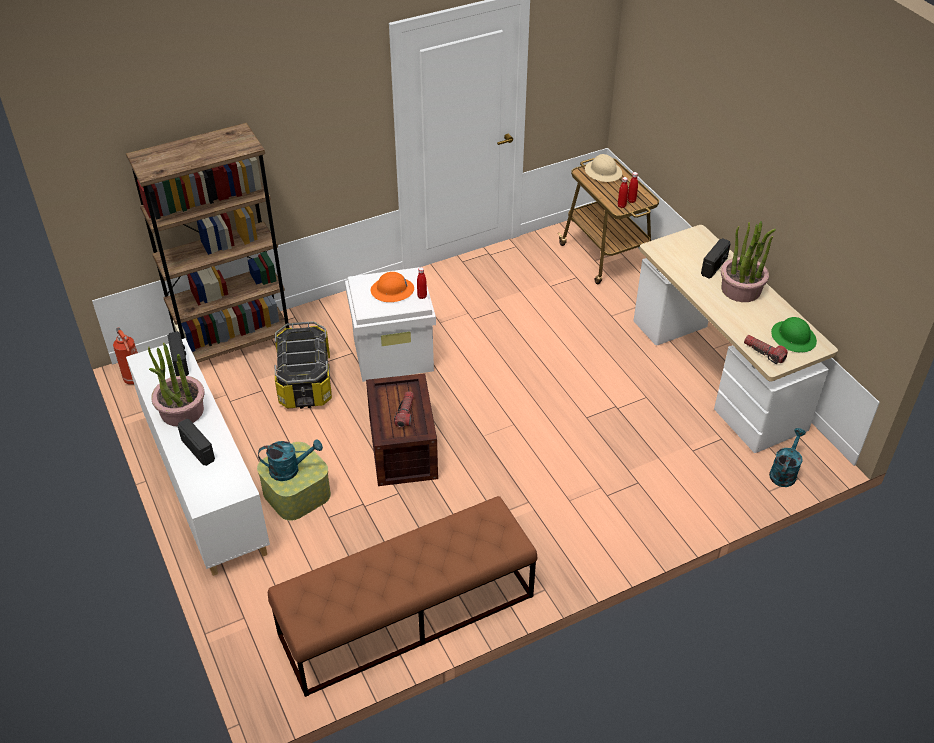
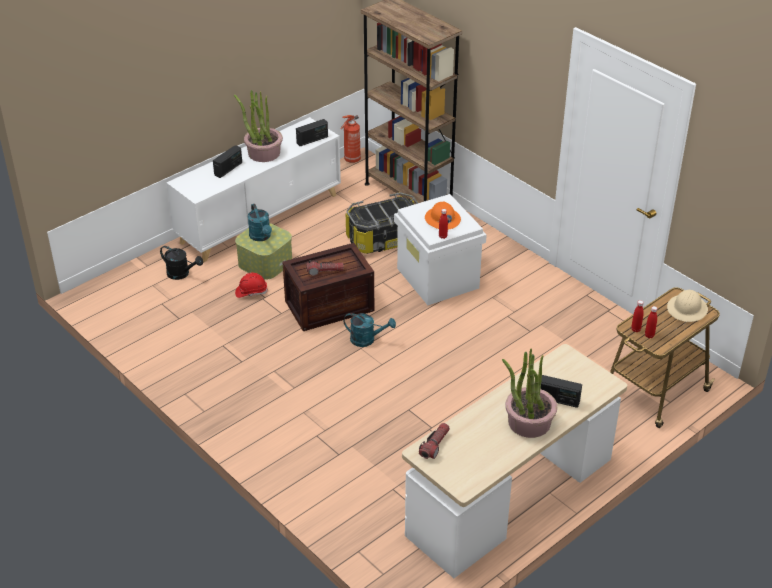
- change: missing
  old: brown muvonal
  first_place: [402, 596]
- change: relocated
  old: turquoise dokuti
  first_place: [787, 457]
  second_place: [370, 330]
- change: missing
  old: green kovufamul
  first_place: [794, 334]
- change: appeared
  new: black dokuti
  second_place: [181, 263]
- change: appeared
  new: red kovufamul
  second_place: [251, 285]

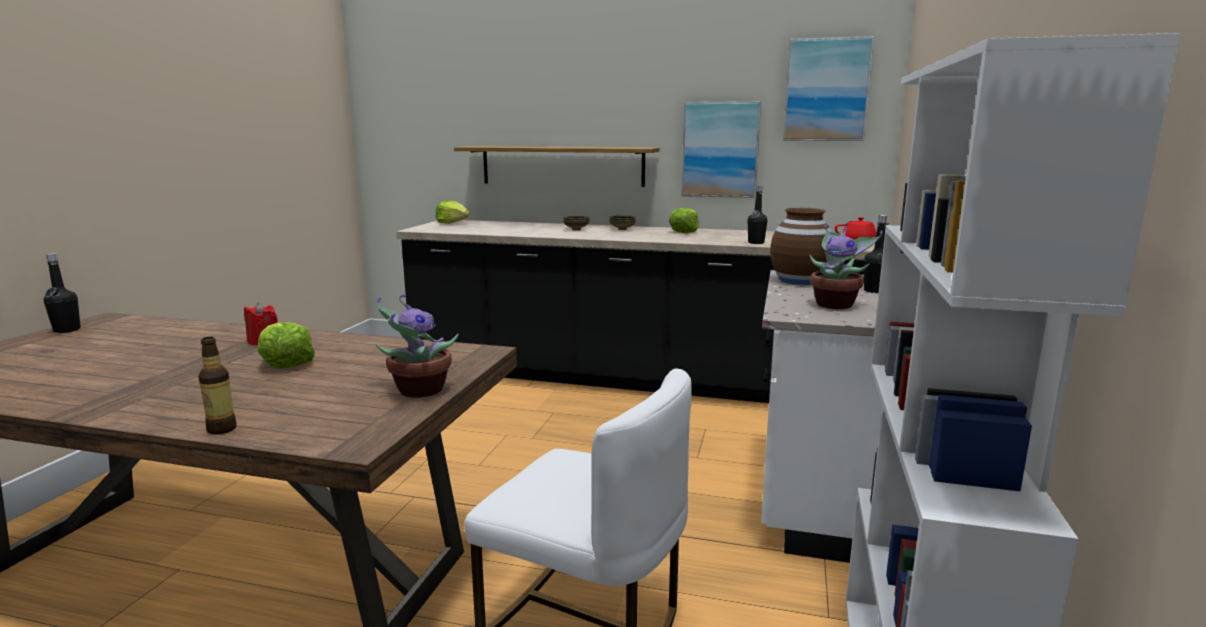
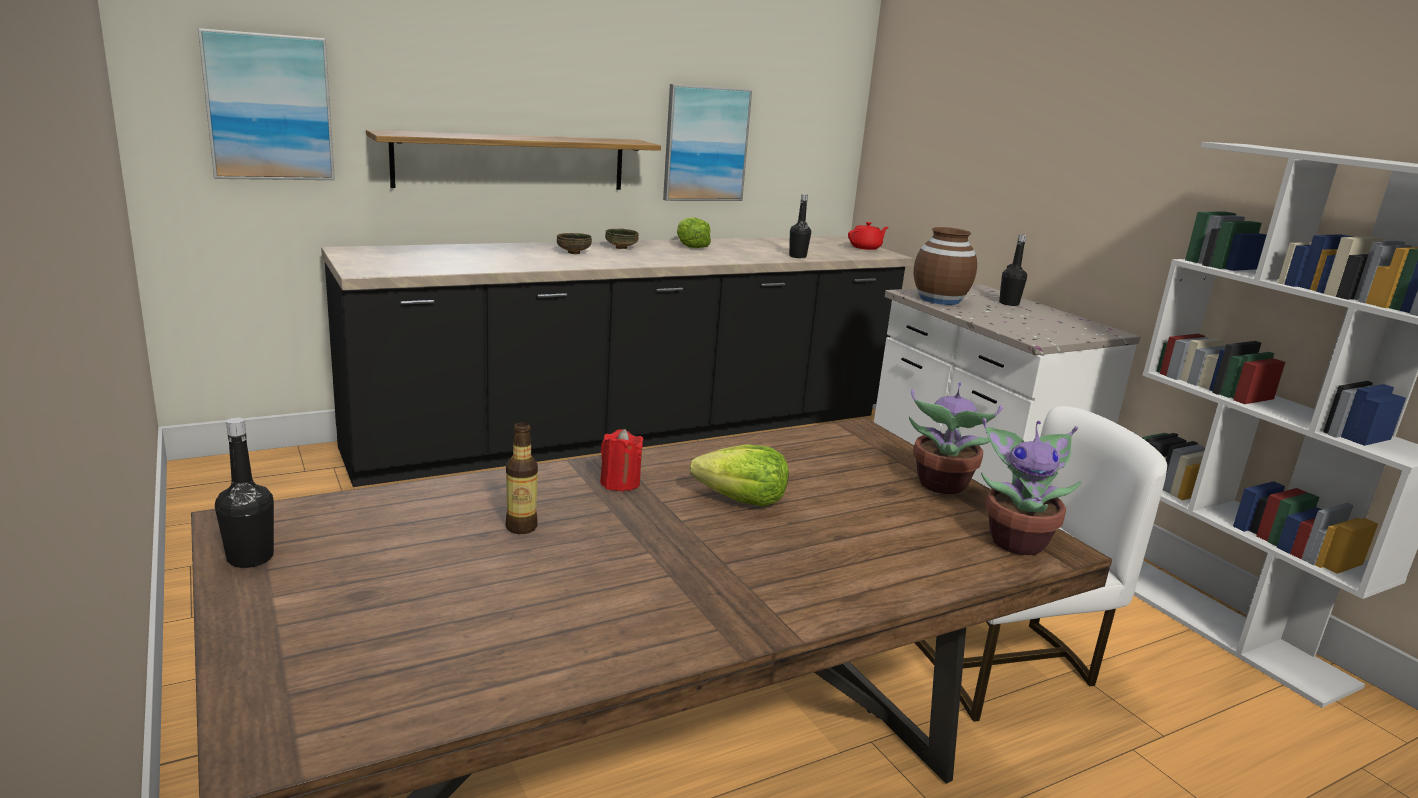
- change: relocated
  old: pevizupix
  first_place: [217, 386]
  second_place: [522, 478]
- change: missing
  old: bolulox
  first_place: [452, 212]
- change: relocated
  old: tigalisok
  first_place: [828, 88]
  second_place: [266, 104]
- change: relocated
  old: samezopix
  first_place: [846, 266]
  second_place: [1031, 486]

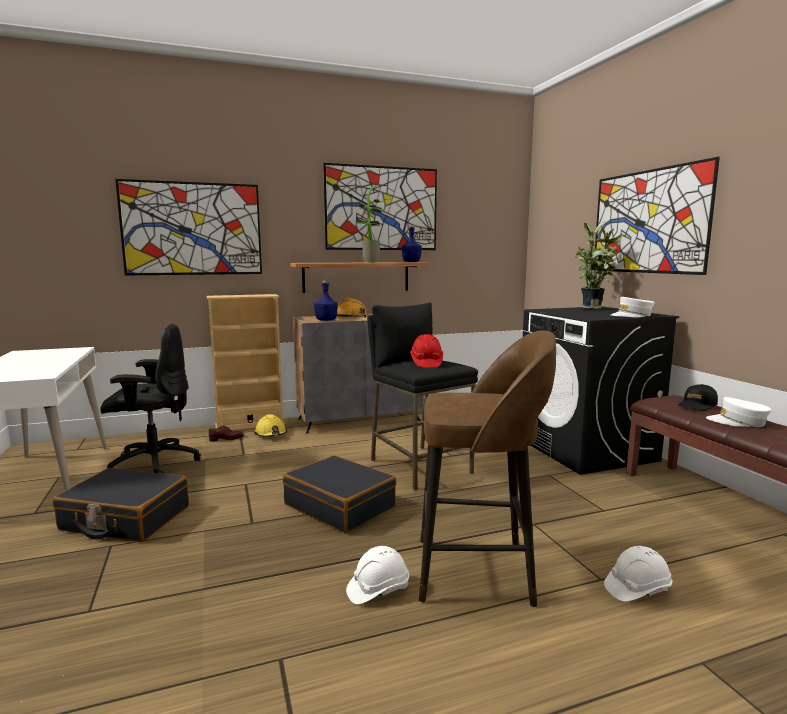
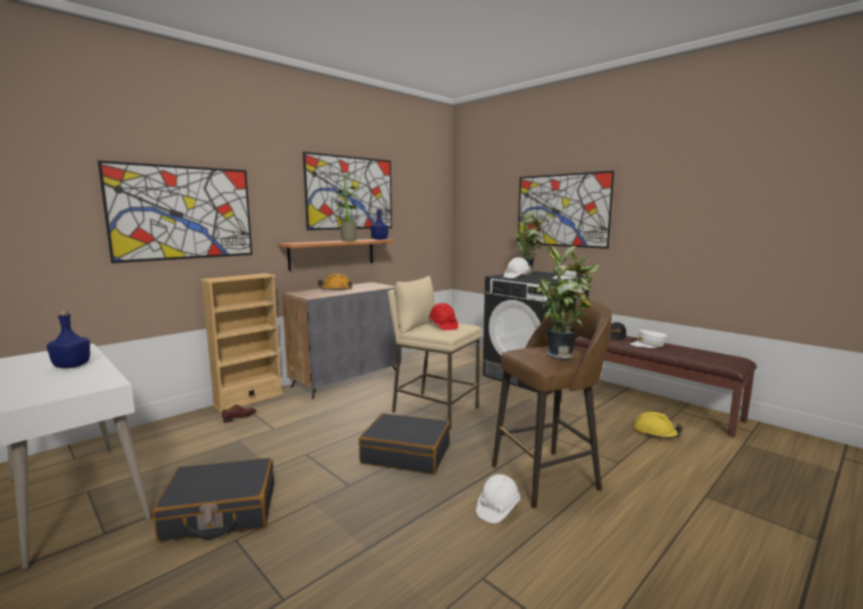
- change: missing
  old: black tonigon
  first_place: [150, 399]
- change: relocated
  old: yellow kovufamul
  first_place: [270, 425]
  second_place: [658, 425]
- change: relocated
  old: blue pevizupix
  first_place: [326, 300]
  second_place: [68, 339]
- change: colour
  old: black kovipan
  new: beige kovipan
  first_place: [422, 396]
  second_place: [435, 353]
- change: relocated
  old: white kovufamul
  first_place: [638, 573]
  second_place: [517, 267]
- change: appeared
  new: samezopix
  second_place: [568, 302]

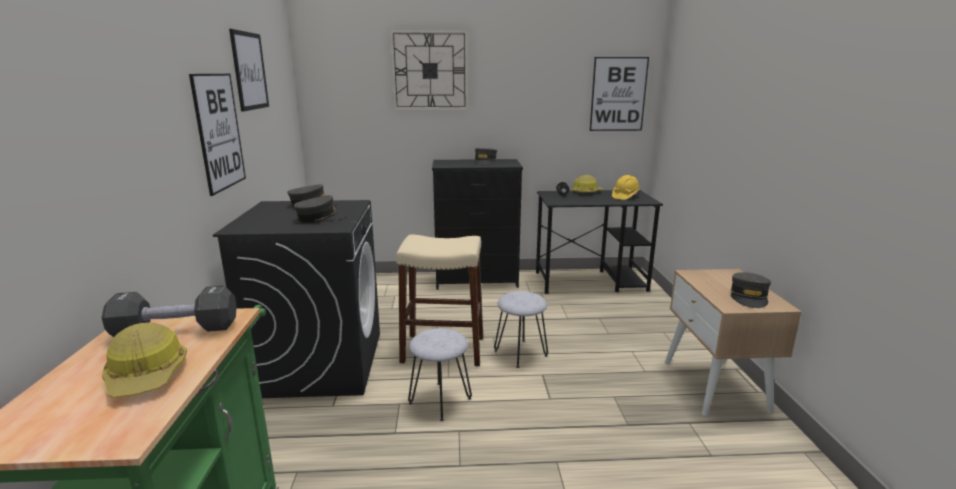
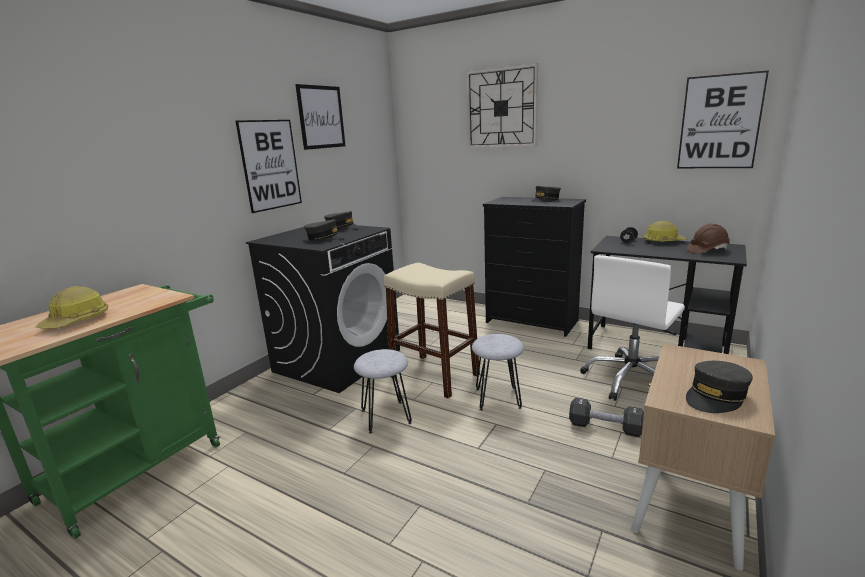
- change: relocated
  old: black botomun
  first_place: [169, 311]
  second_place: [606, 417]
- change: colour
  old: yellow kovufamul
  new: brown kovufamul
  first_place: [626, 187]
  second_place: [708, 239]
- change: appeared
  new: white tonigon
  second_place: [633, 328]

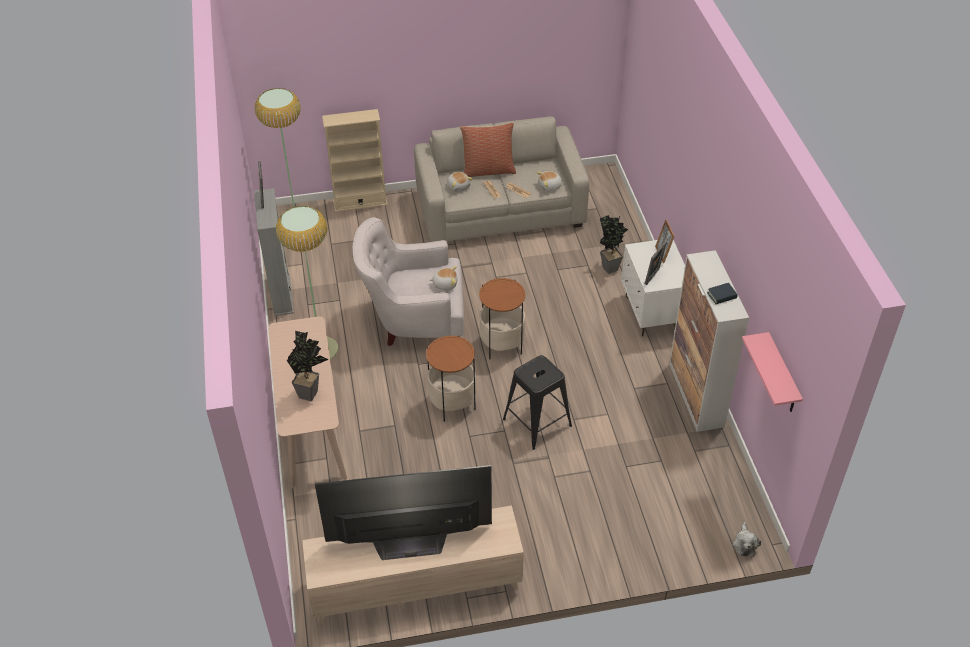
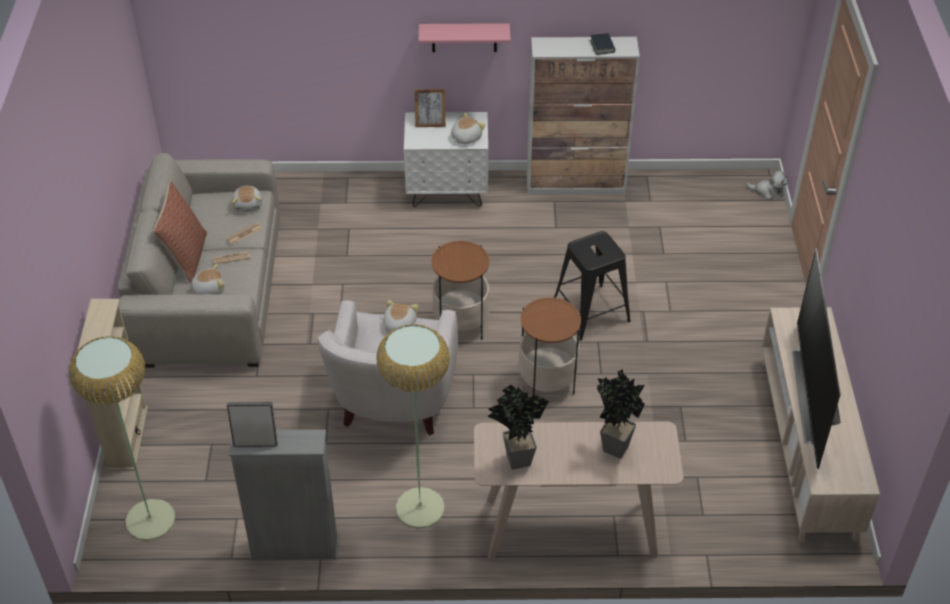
- change: relocated
  old: samezopix
  first_place: [614, 244]
  second_place: [518, 427]
- change: exchanged
  old: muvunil
  new: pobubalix
  first_place: [656, 263]
  second_place: [468, 128]
- change: relocated
  old: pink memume
  first_place: [772, 372]
  second_place: [464, 37]

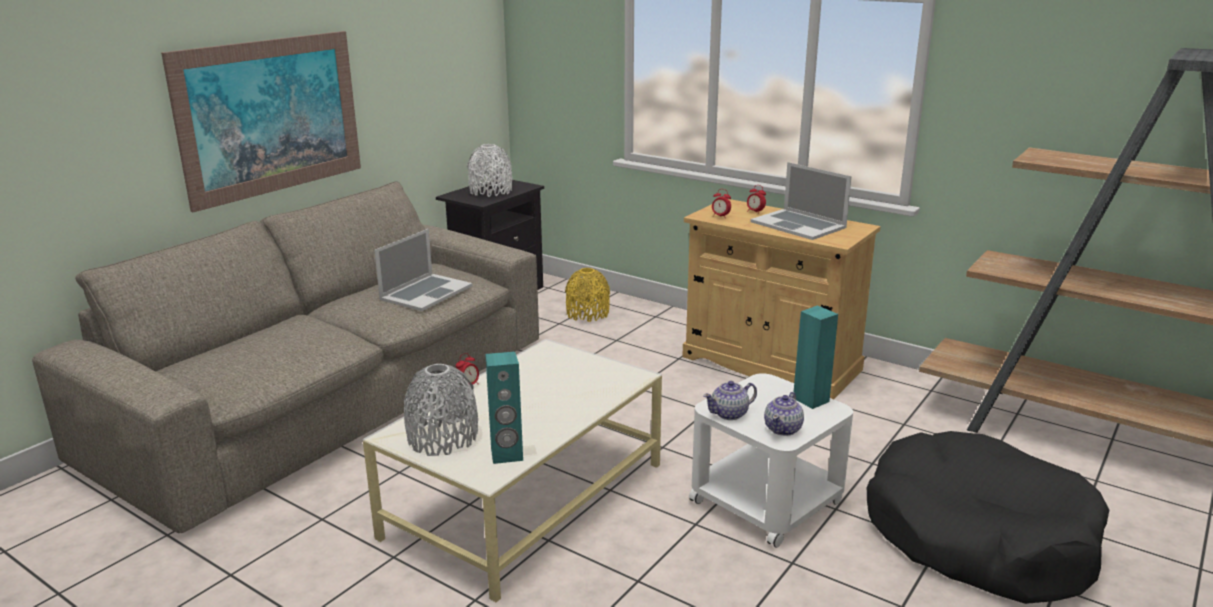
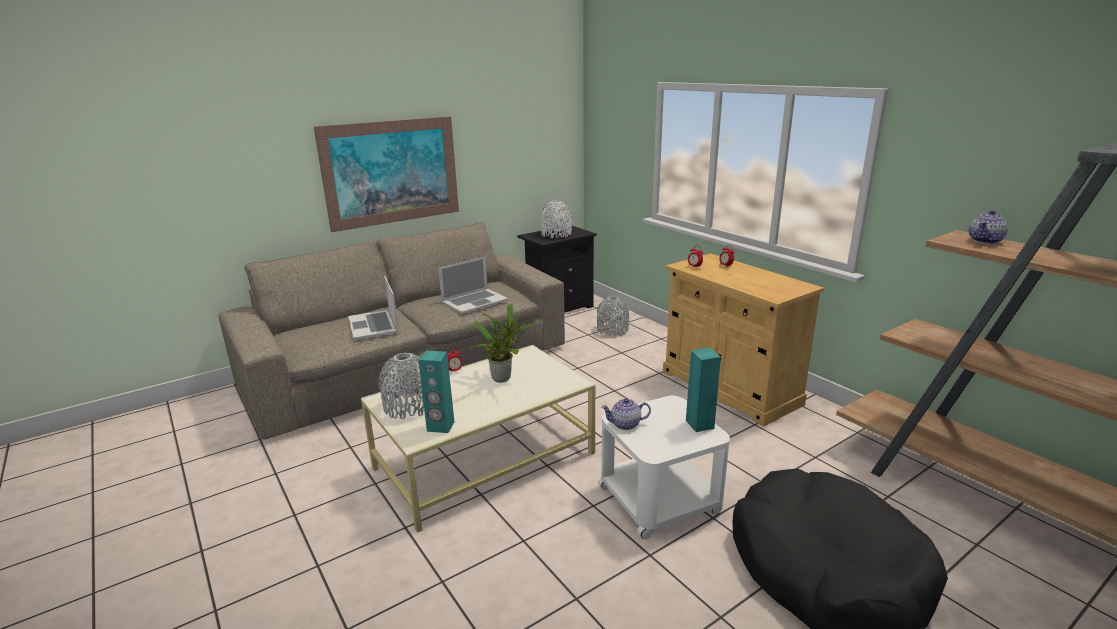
- change: colour
  old: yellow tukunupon
  new: grey tukunupon
  first_place: [587, 295]
  second_place: [613, 316]
- change: relocated
  old: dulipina
  first_place: [800, 201]
  second_place: [373, 308]
- change: relocated
  old: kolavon
  first_place: [784, 414]
  second_place: [988, 227]
- change: appeared
  new: samezopix
  second_place: [502, 343]

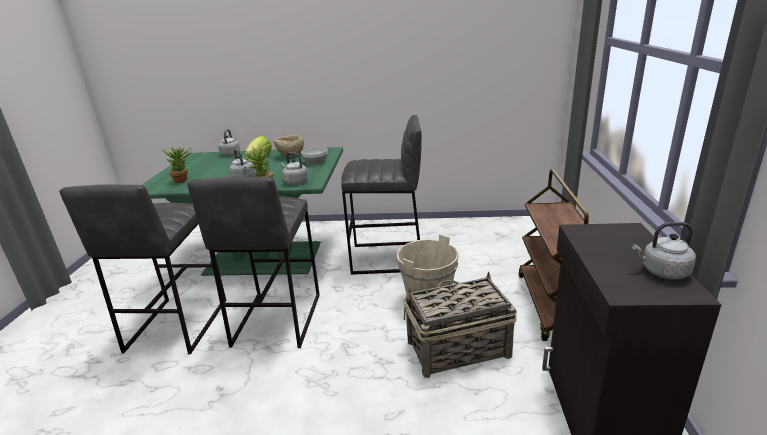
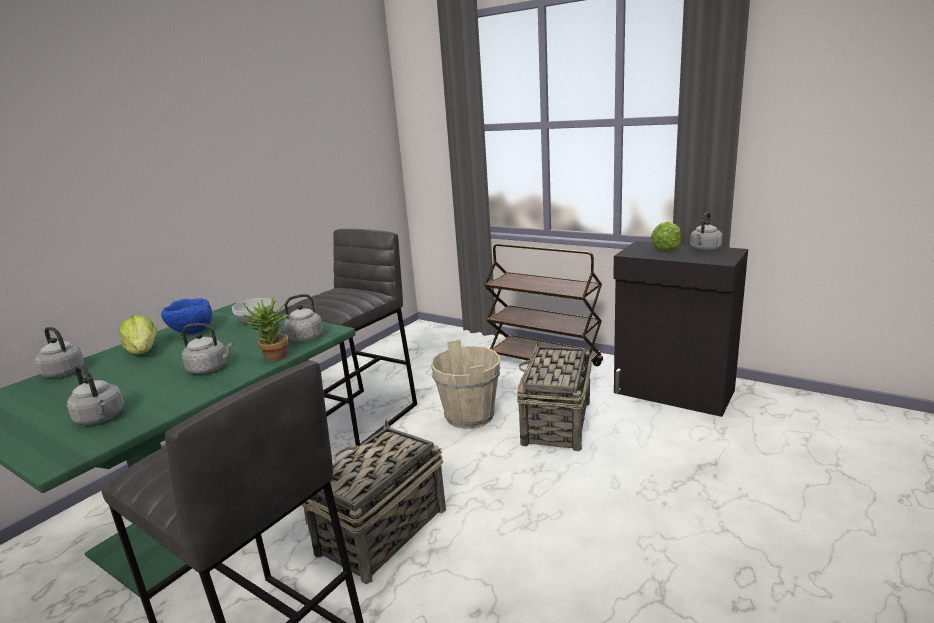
- change: exchanged
  old: samezopix
  new: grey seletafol
  first_place: [176, 164]
  second_place: [95, 395]
- change: exchanged
  old: grey kovipan
  new: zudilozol
  first_place: [253, 262]
  second_place: [373, 502]
- change: colour
  old: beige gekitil
  new: blue gekitil
  first_place: [289, 146]
  second_place: [186, 316]
- change: appeared
  new: bolulox
  second_place: [666, 236]

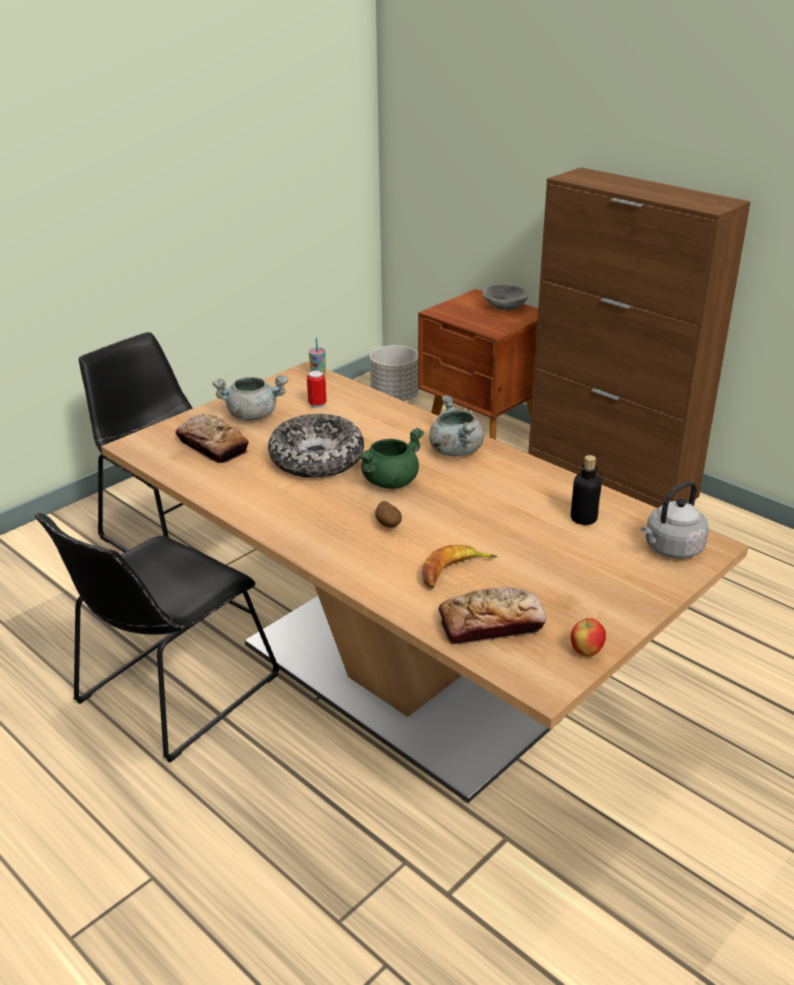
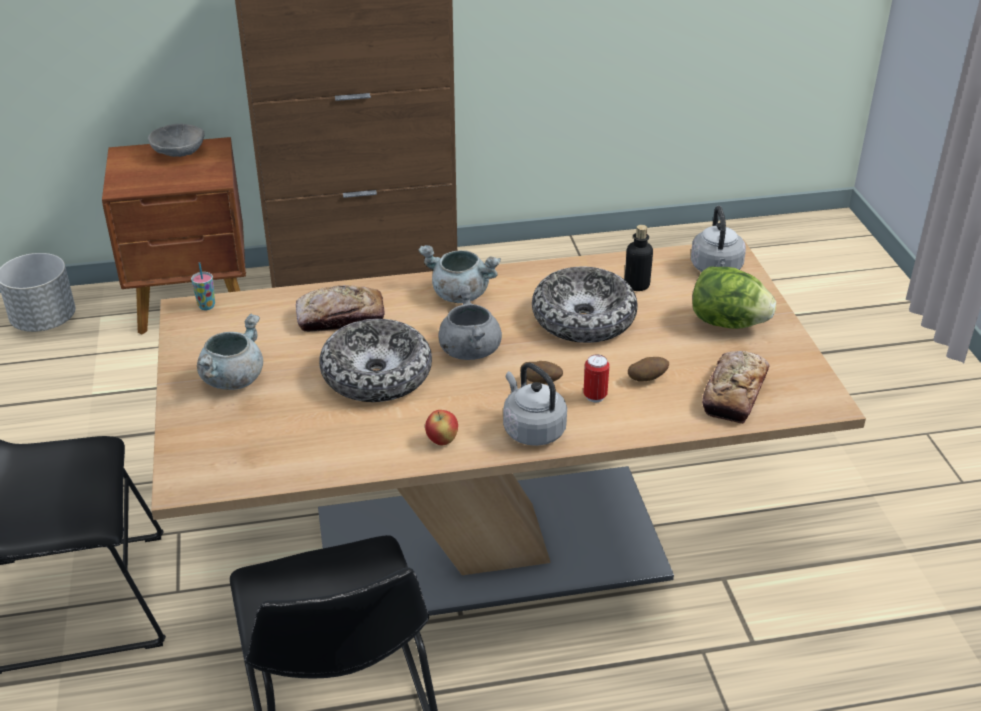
- change: relocated
  old: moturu
  first_place: [212, 438]
  second_place: [340, 308]
- change: relocated
  old: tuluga
  first_place: [317, 389]
  second_place: [596, 378]
- change: colour
  old: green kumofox
  new: grey kumofox
  first_place: [391, 458]
  second_place: [470, 323]
- change: exchanged
  old: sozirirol
  new: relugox
  first_place: [460, 566]
  second_place: [648, 369]
- change: relocated
  old: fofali
  first_place: [588, 637]
  second_place: [441, 427]
- change: appeared
  new: grey seletafol
  second_place: [535, 404]
- change: appeared
  new: gekitil
  second_place: [585, 305]
- change: appeared
  new: bolulox
  second_place: [734, 297]

